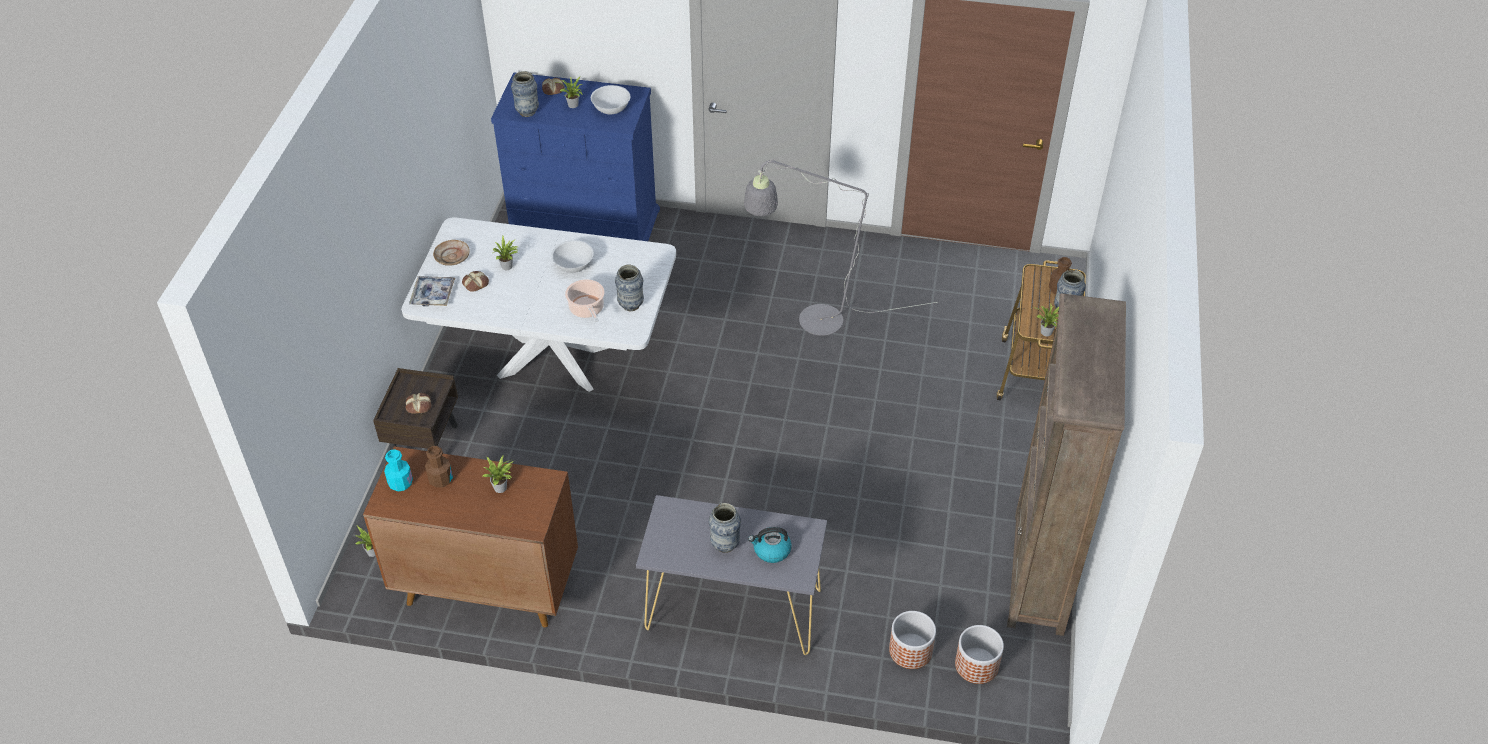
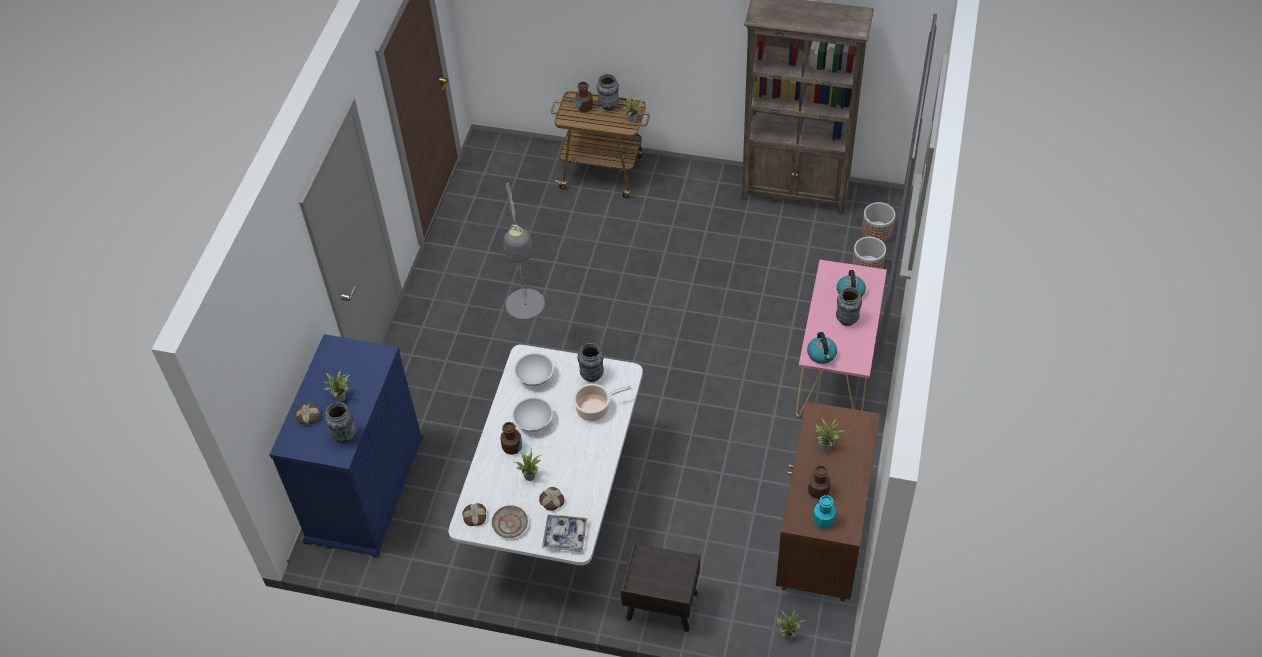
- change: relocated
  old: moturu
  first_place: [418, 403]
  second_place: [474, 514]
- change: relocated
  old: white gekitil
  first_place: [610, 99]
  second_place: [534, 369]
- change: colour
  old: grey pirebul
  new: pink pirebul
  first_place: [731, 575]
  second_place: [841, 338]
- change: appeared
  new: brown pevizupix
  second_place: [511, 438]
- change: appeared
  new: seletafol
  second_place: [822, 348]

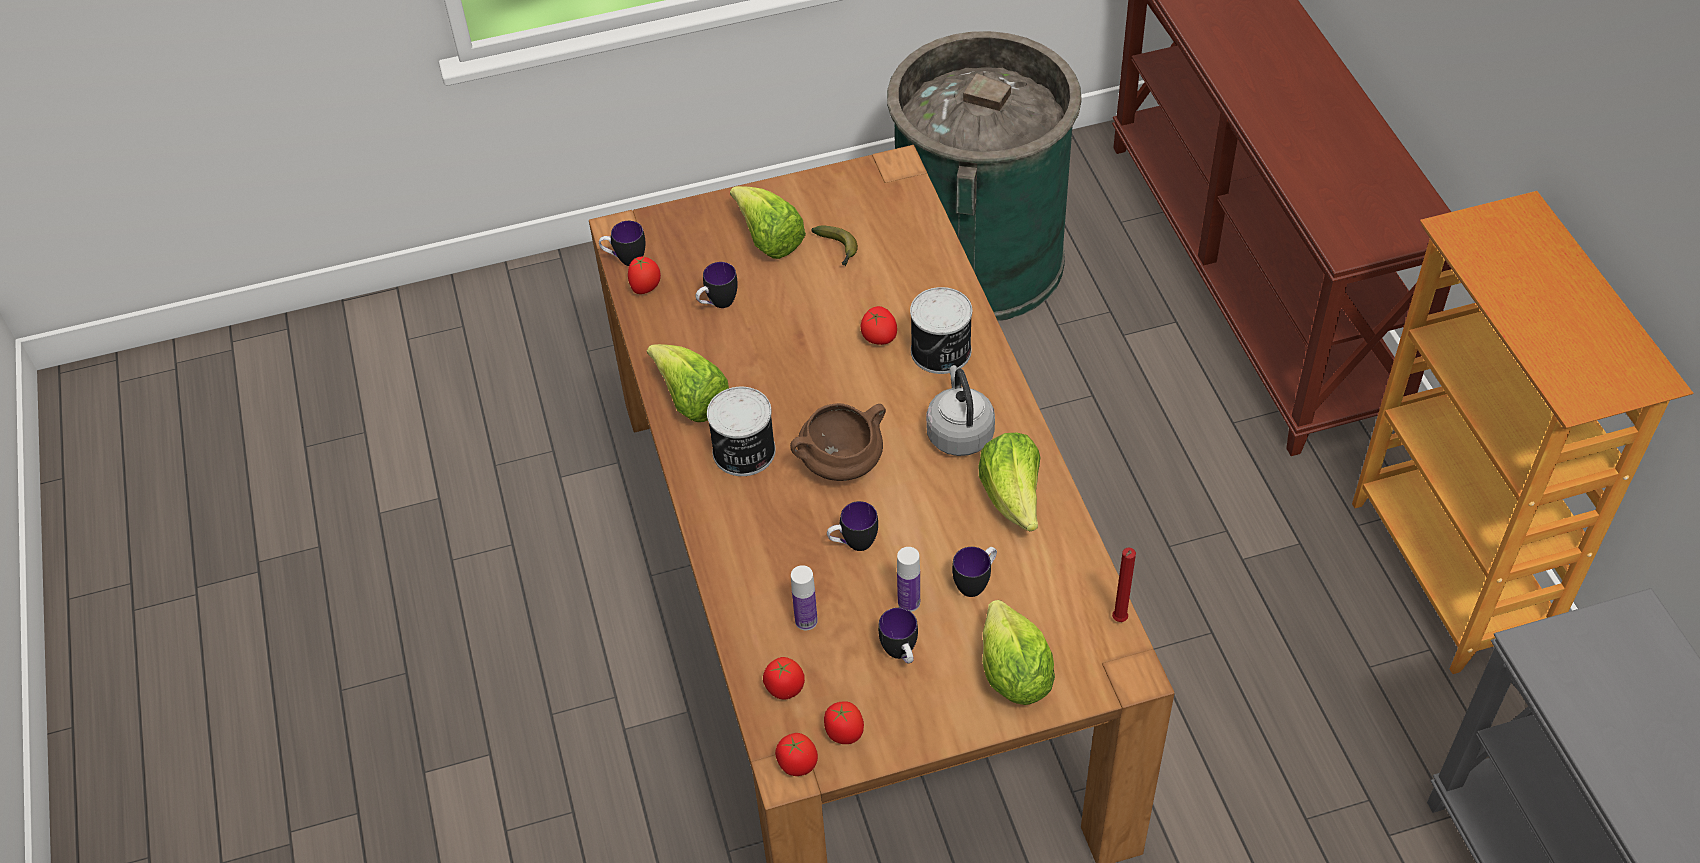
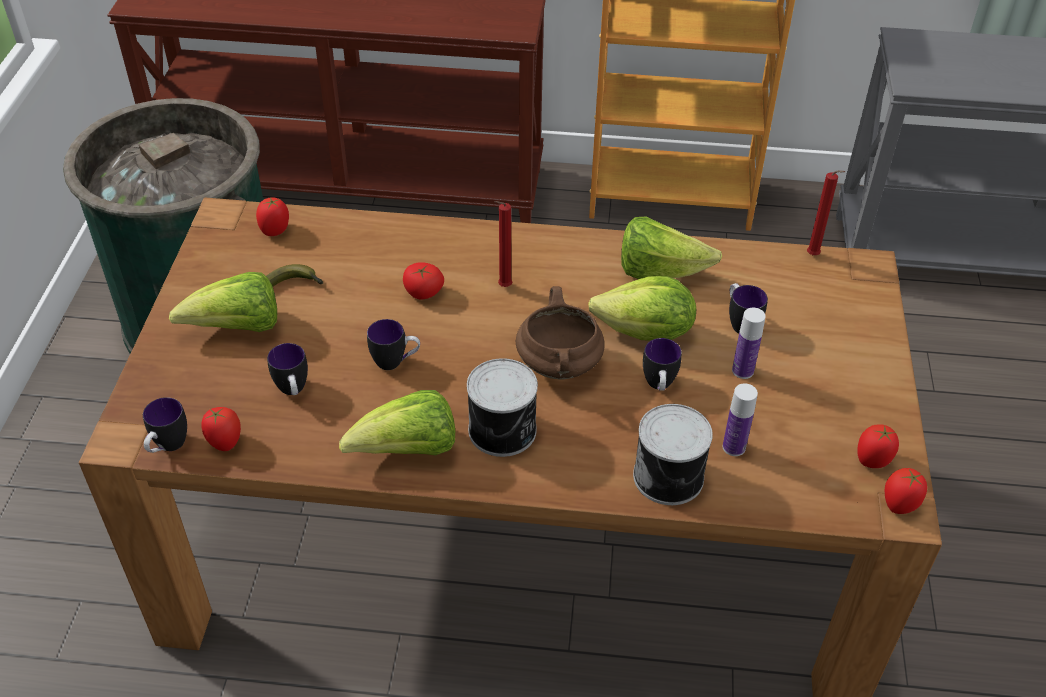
- change: relocated
  old: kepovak
  first_place: [784, 678]
  second_place: [272, 216]
- change: relocated
  old: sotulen
  first_place: [898, 635]
  second_place: [393, 344]
- change: relocated
  old: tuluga
  first_place: [941, 330]
  second_place: [673, 454]
- change: missing
  old: grey seletafol
  first_place: [960, 410]
- change: relocated
  old: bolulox
  first_place: [1018, 652]
  second_place: [642, 308]
- change: appeared
  new: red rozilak
  second_place: [503, 244]

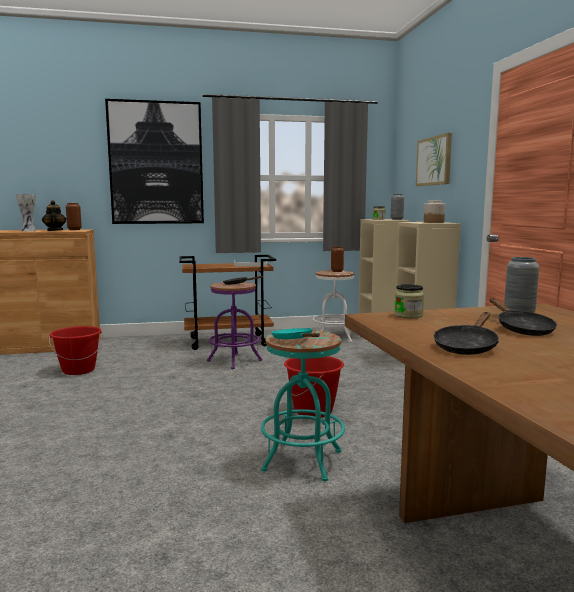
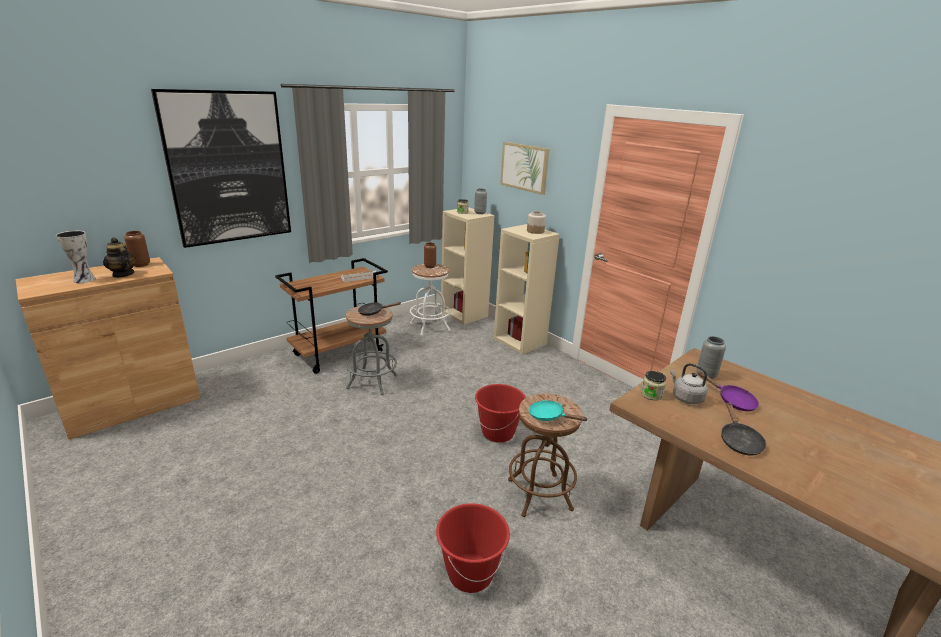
- change: relocated
  old: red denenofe
  first_place: [76, 350]
  second_place: [473, 548]
- change: colour
  old: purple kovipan
  new: grey kovipan
  first_place: [234, 325]
  second_place: [372, 350]
- change: colour
  old: turquoise kovipan
  new: brown kovipan
  first_place: [303, 406]
  second_place: [545, 455]
- change: colour
  old: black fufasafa
  new: purple fufasafa
  first_place: [523, 317]
  second_place: [728, 391]
- change: appeared
  new: grey seletafol
  second_place: [689, 383]

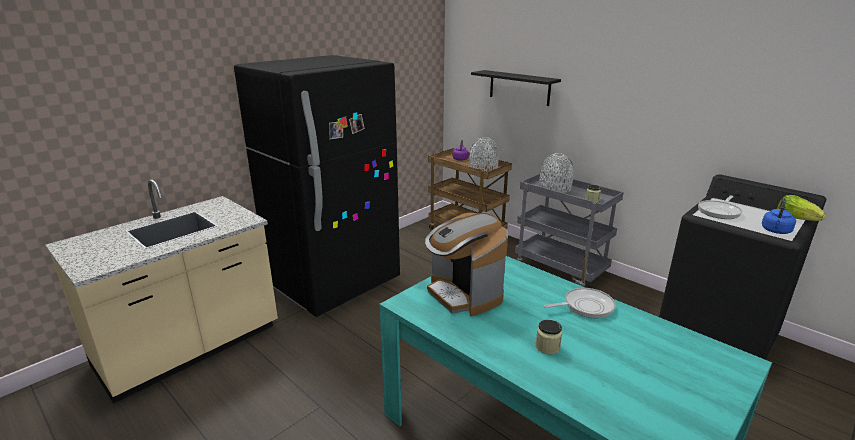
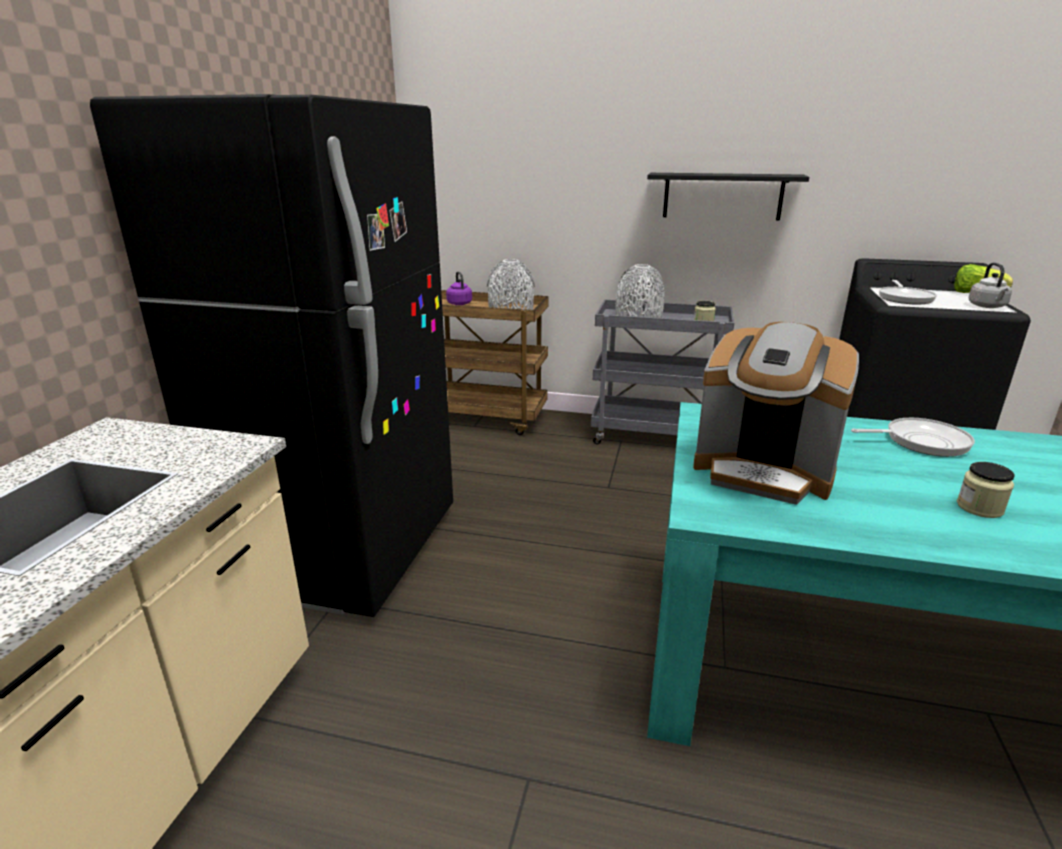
- change: relocated
  old: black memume
  first_place: [516, 88]
  second_place: [728, 197]
- change: spun
  old: fufasafa
  first_place: [580, 303]
  second_place: [913, 437]
  degrees: 45
- change: colour
  old: blue seletafol
  new: grey seletafol
  first_place: [779, 216]
  second_place: [990, 285]

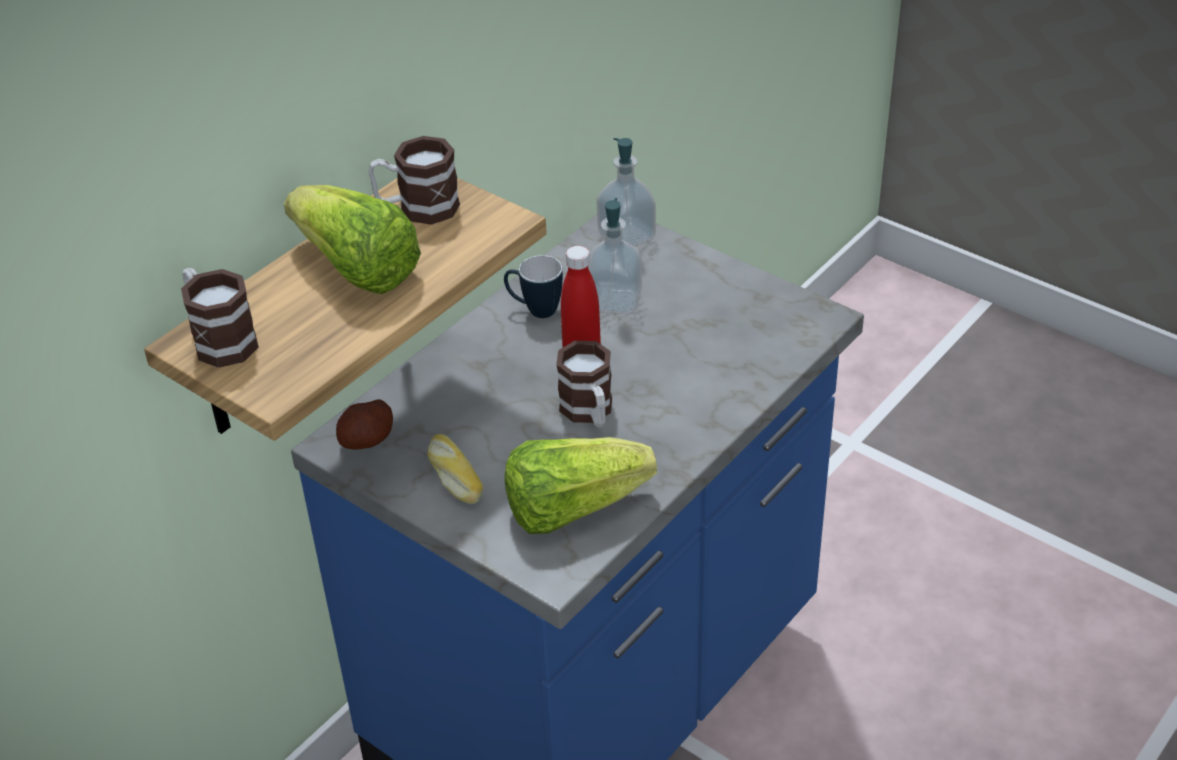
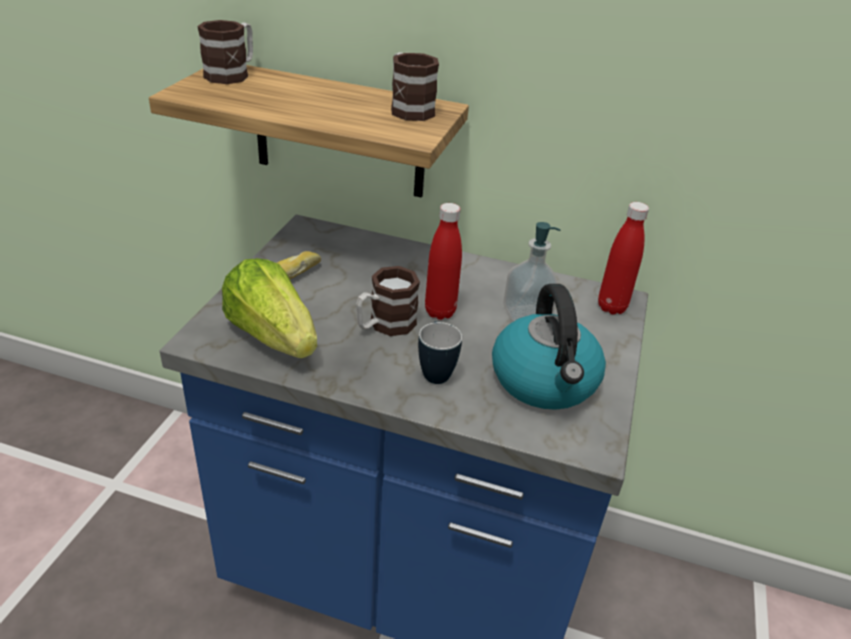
- change: missing
  old: bolulox
  first_place: [352, 239]
- change: missing
  old: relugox
  first_place: [364, 425]
- change: relocated
  old: sotulen
  first_place: [533, 286]
  second_place: [440, 352]
- change: exchanged
  old: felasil
  new: red pevizupix
  first_place: [626, 192]
  second_place: [623, 258]
- change: appeared
  new: seletafol
  second_place: [549, 347]

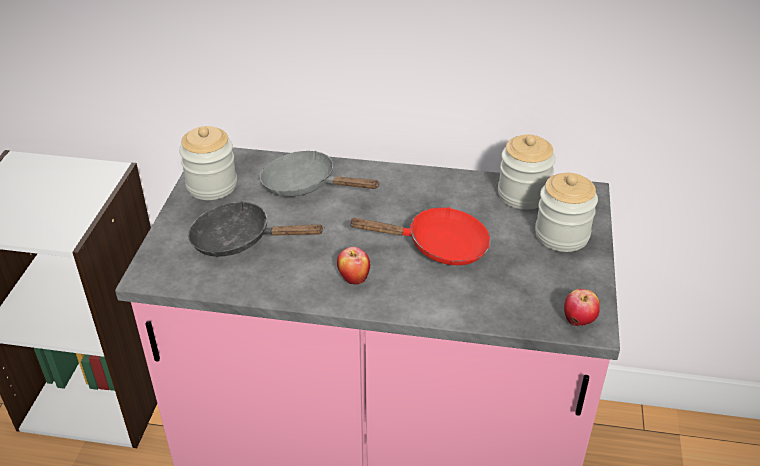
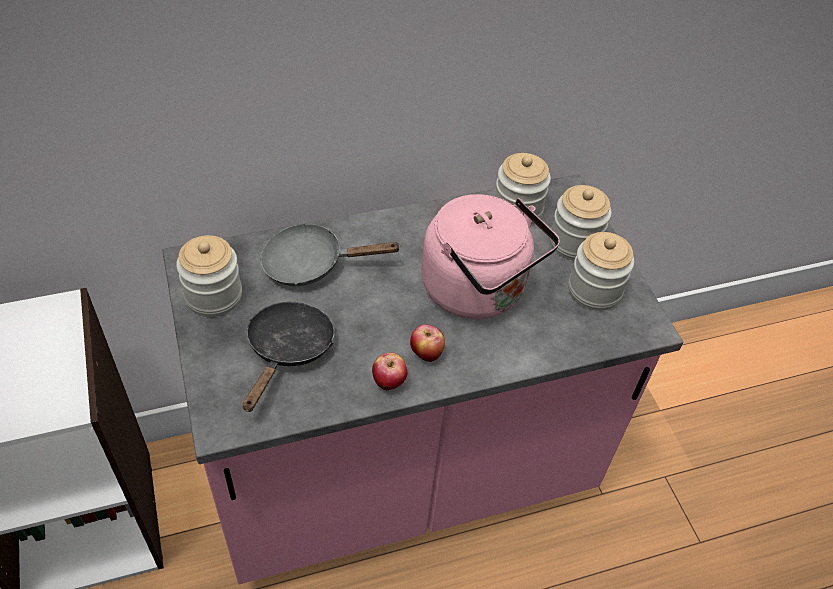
- change: spun
  old: black fufasafa
  first_place: [256, 229]
  second_place: [289, 357]
  degrees: 120
- change: exchanged
  old: red fufasafa
  new: pink seletafol
  first_place: [419, 236]
  second_place: [491, 256]
- change: relocated
  old: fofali
  first_place: [582, 307]
  second_place: [389, 372]
- change: appeared
  new: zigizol
  second_place: [601, 271]

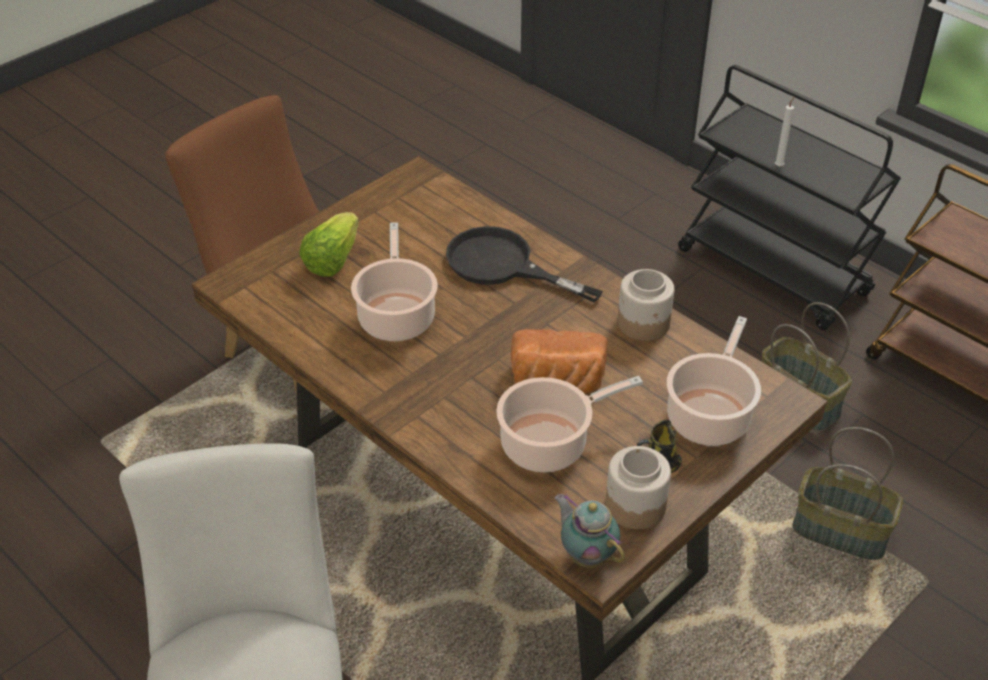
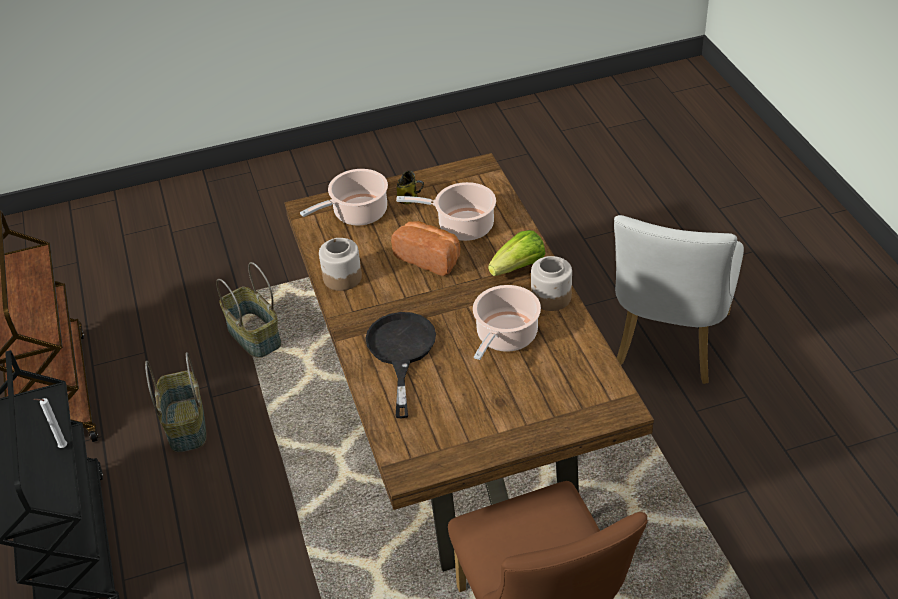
- change: relocated
  old: bolulox
  first_place: [329, 244]
  second_place: [516, 253]
- change: spun
  old: black fufasafa
  first_place: [524, 264]
  second_place: [400, 365]
  degrees: -150
- change: missing
  old: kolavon
  first_place: [589, 531]
- change: relocated
  old: zigizol
  first_place: [638, 487]
  second_place: [551, 283]

